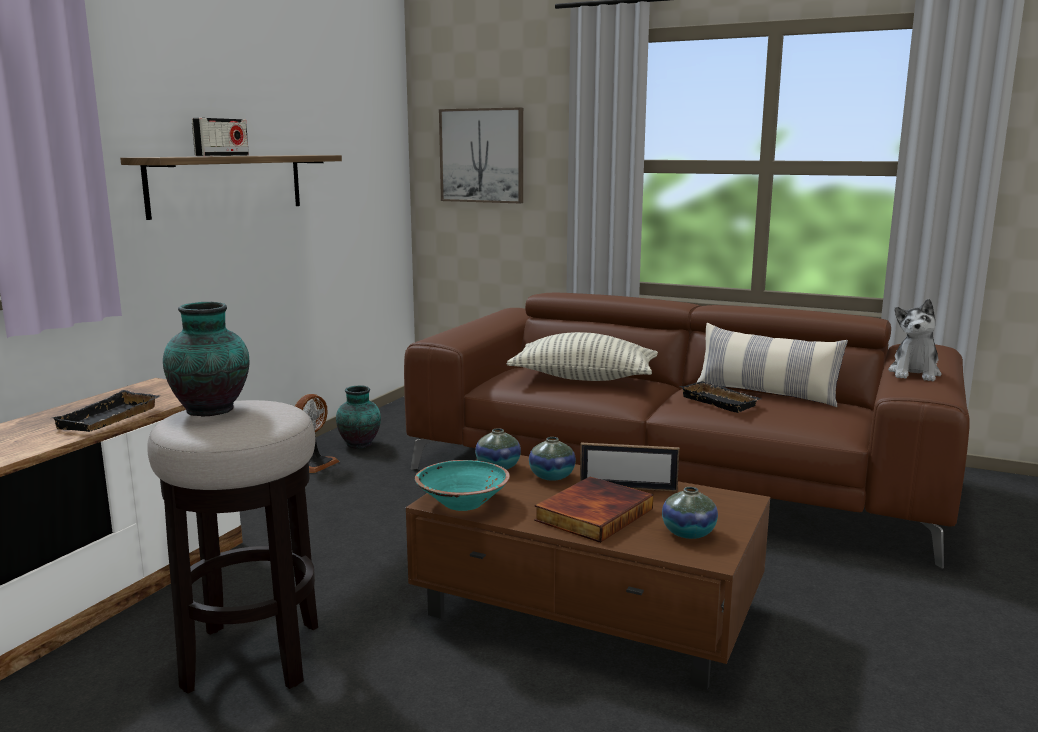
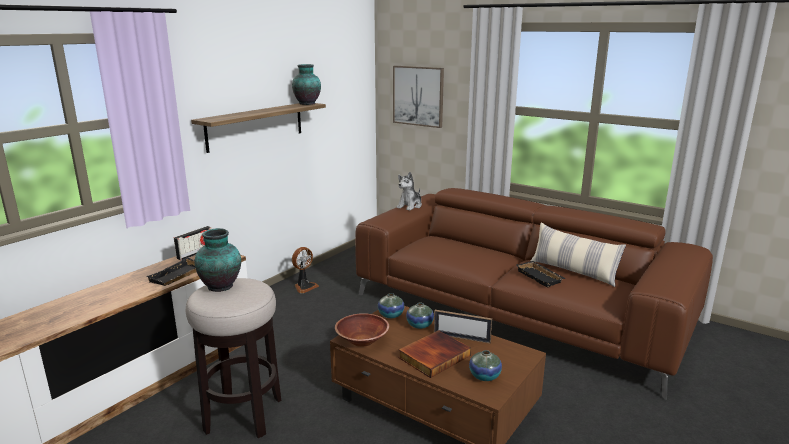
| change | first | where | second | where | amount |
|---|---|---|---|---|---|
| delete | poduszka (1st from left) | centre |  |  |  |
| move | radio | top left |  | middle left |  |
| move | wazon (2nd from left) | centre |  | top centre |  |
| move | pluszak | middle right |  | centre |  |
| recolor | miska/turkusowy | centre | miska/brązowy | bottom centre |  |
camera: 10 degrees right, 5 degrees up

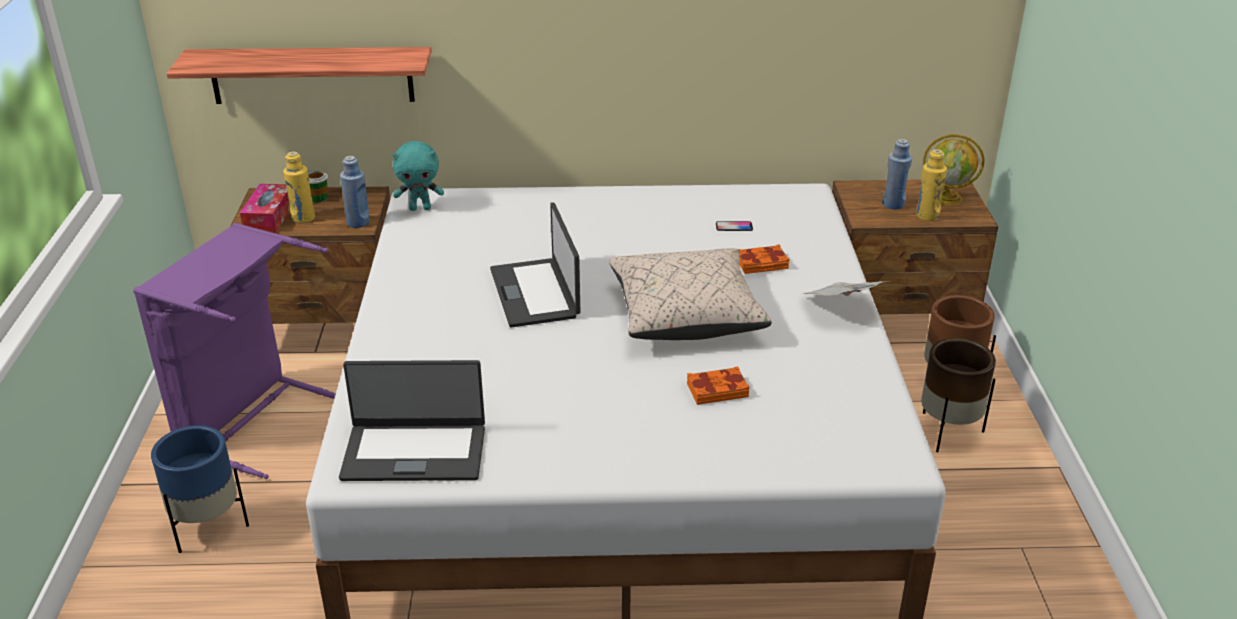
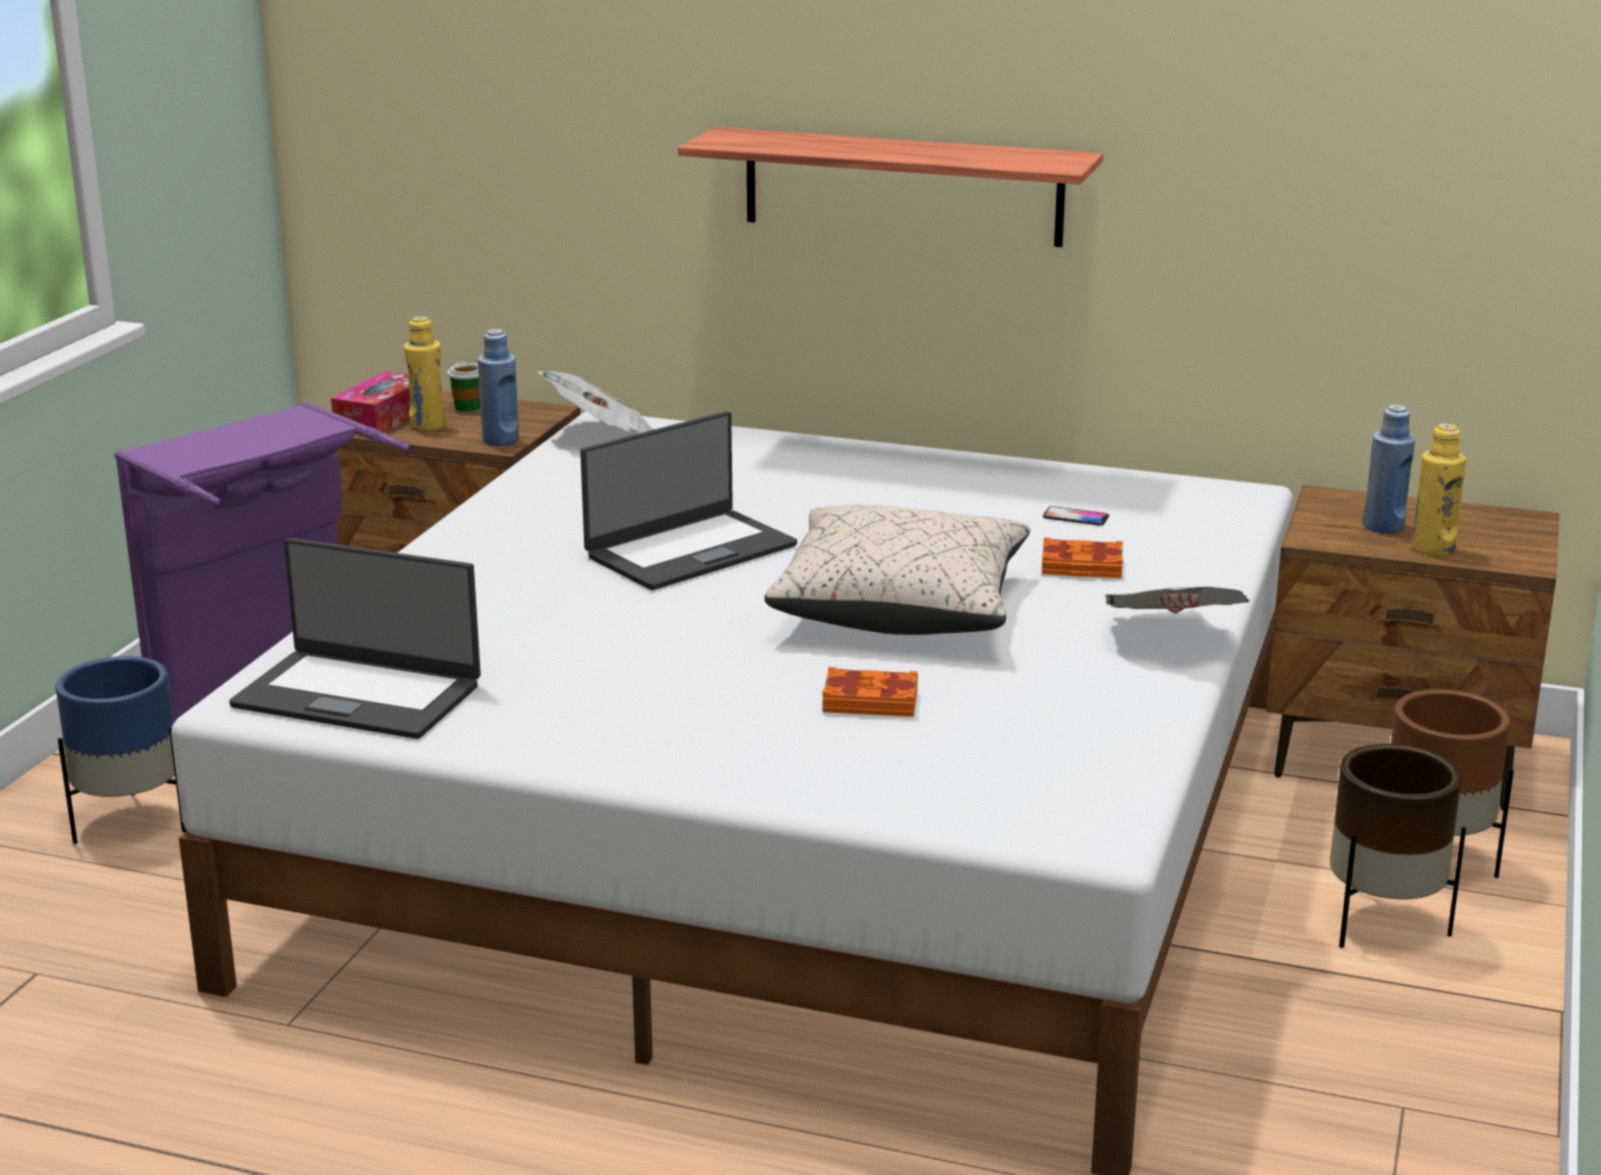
| change | first | where | second | where | amount |
|---|---|---|---|---|---|
| delete | globus | top right |  |  |  |
| move | półka | top left |  | top centre |  |
| replace | pluszak/turkusowy | top centre | gazeta (1st from left) | centre |  |
| rotate | laptop (2nd from left) | centre |  | centre | 135 degrees counterclockwise |
camera: 20 degrees right, 10 degrees down

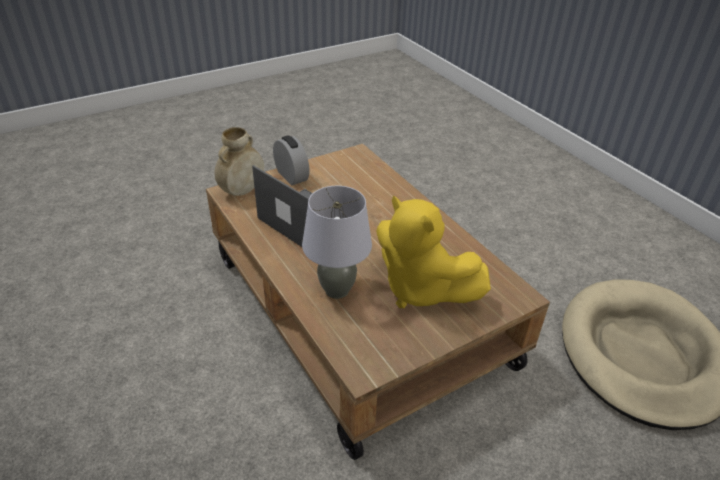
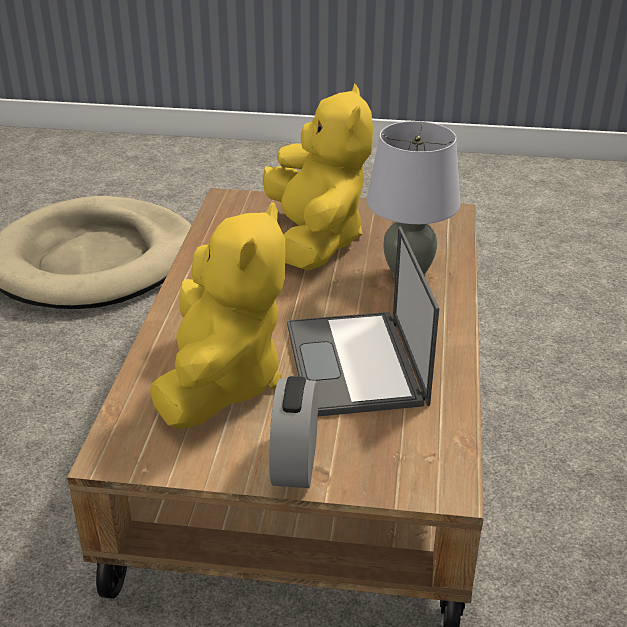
| change | first | where | second | where | amount |
|---|---|---|---|---|---|
| delete | wazon/beżowy | middle left |  |  |  |
| insert |  |  | pluszak/żółty (1st from left) | centre |  |
camera: 140 degrees left, 5 degrees down

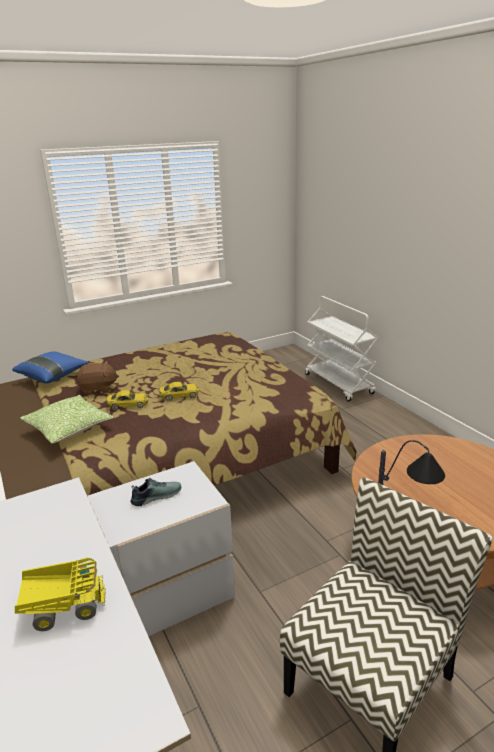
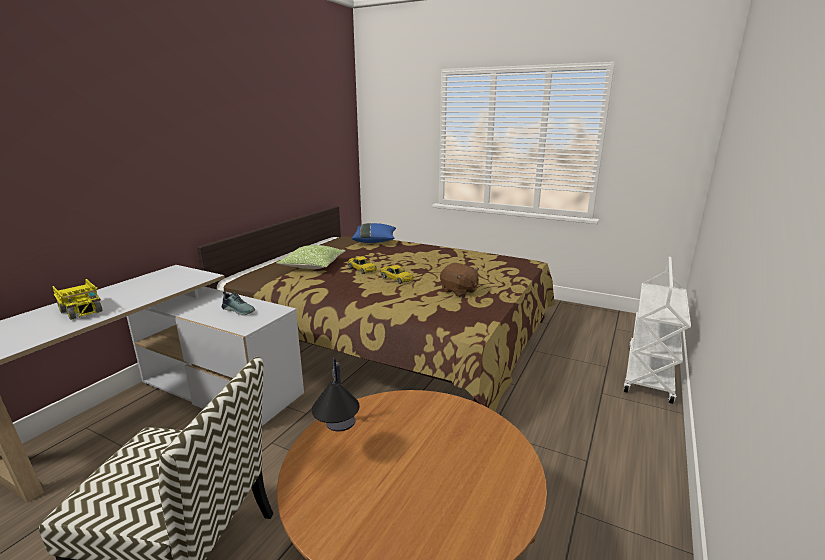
| change | first | where | second | where | amount |
|---|---|---|---|---|---|
| move | pluszak/brązowy | middle left |  | centre |  |
camera: 55 degrees right, 5 degrees down

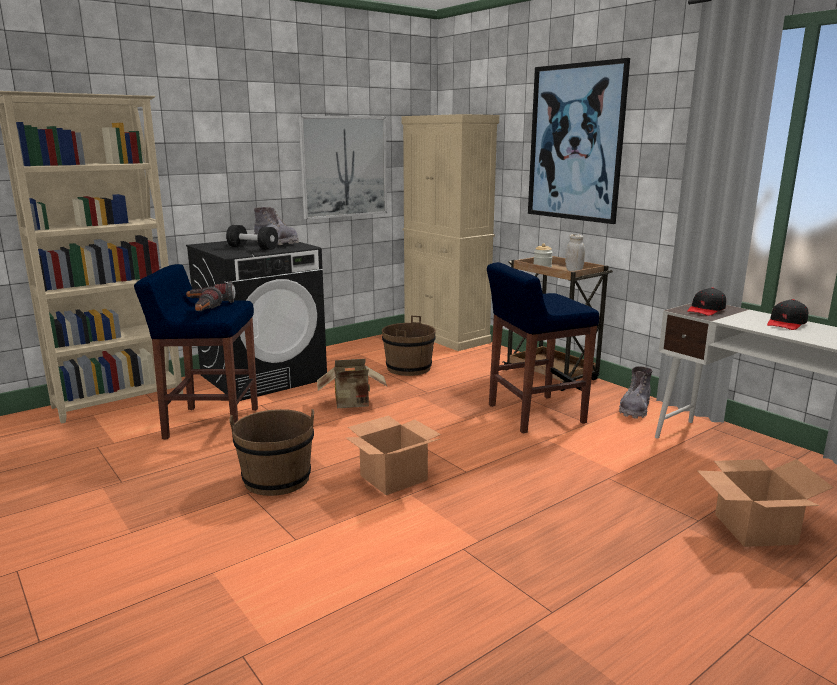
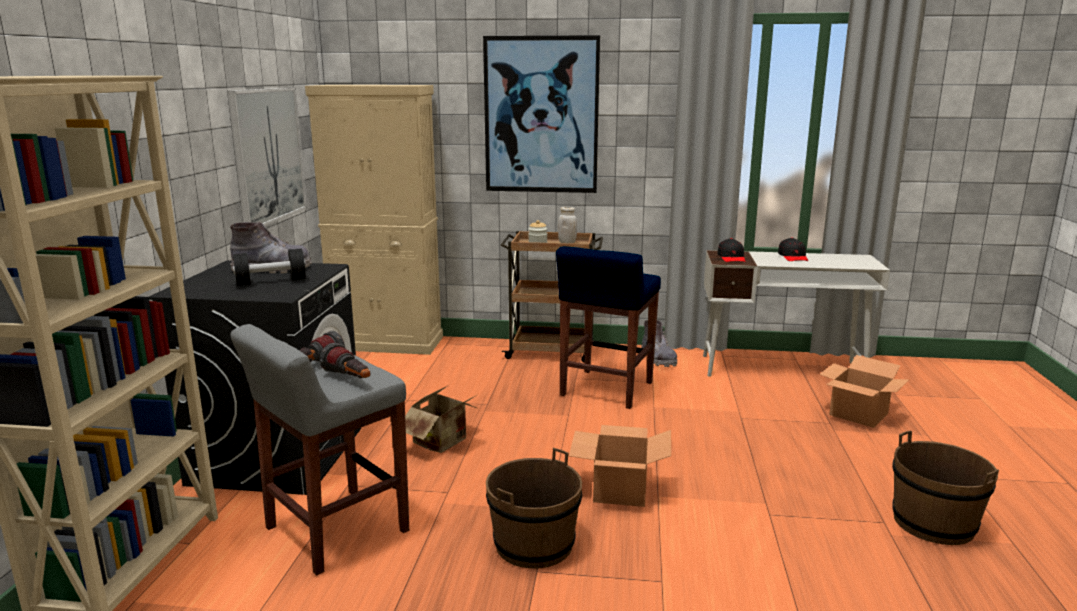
| change | first | where | second | where | amount |
|---|---|---|---|---|---|
| move | wiadro/brązowy (2nd from left) | centre |  | bottom right |  |
| recolor | stołek/niebieski (1st from left) | middle left | stołek/szary | bottom left |  |
camera: 45 degrees left, 0 degrees up

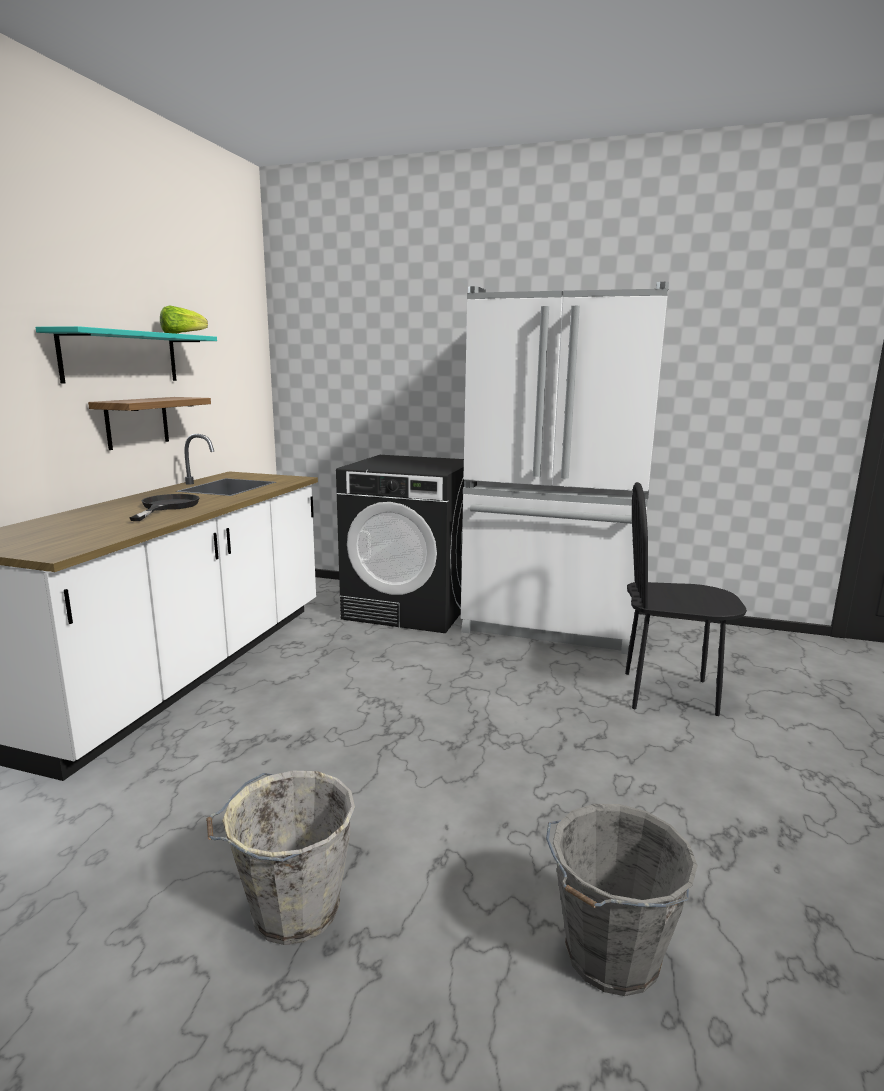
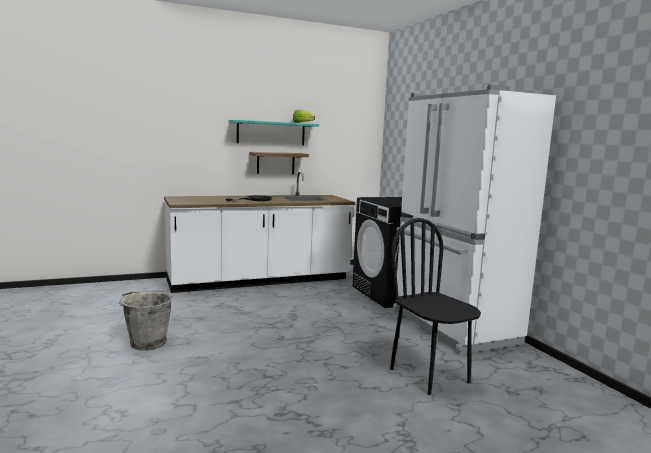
| change | first | where | second | where | amount |
|---|---|---|---|---|---|
| delete | wiadro/szary (2nd from left) | bottom right |  |  |  |
camera: 50 degrees right, 5 degrees down

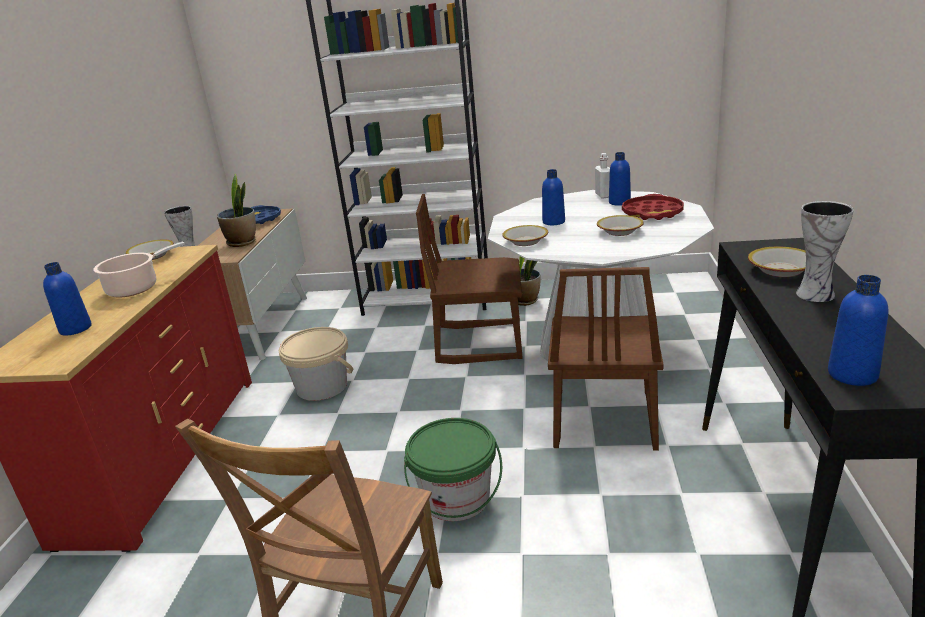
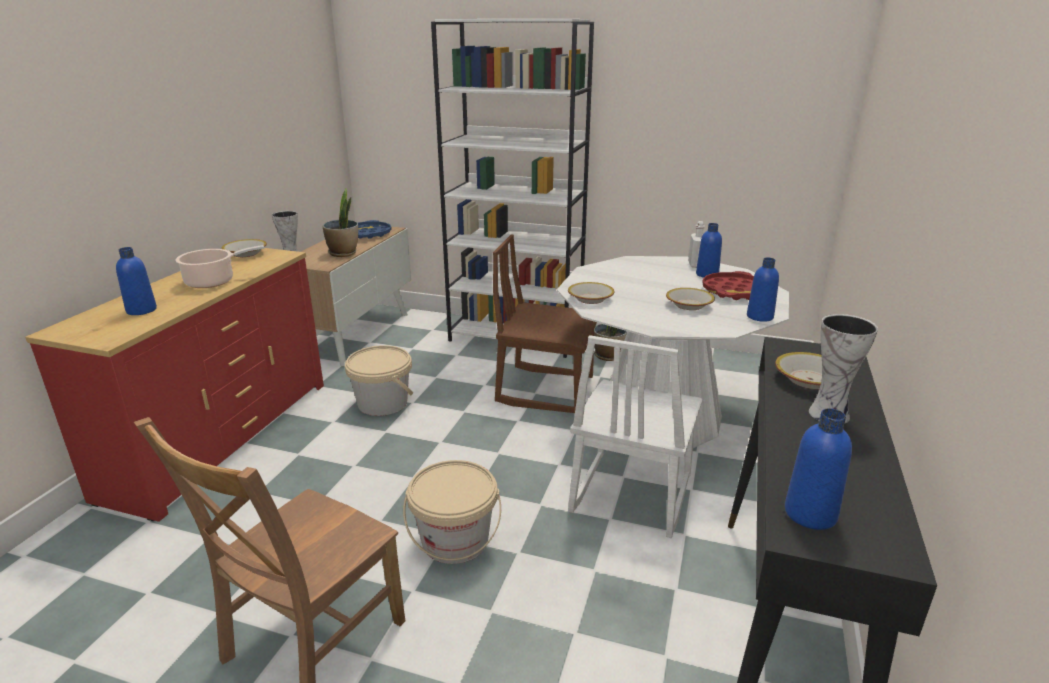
| change | first | where | second | where | amount |
|---|---|---|---|---|---|
| move | butelka/niebieski (2nd from left in the first image) | top centre | butelka/niebieski (3rd from left) | middle right |  |
| recolor | wiadro/zielony | bottom centre | wiadro/beżowy (2nd from left) | bottom centre |  |
| recolor | krzesło/brązowy (3rd from left) | centre | krzesło/biały | centre |  |
camera: 10 degrees right, 0 degrees up

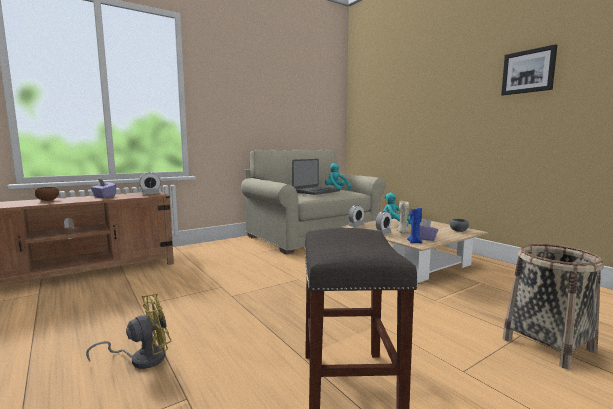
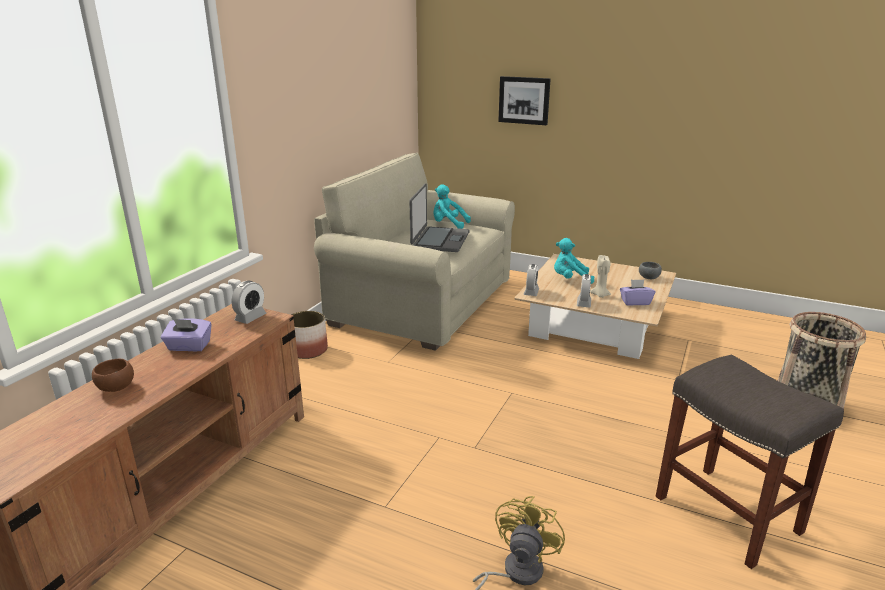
| change | first | where | second | where | amount |
|---|---|---|---|---|---|
| delete | świeca/niebieski | middle right |  |  |  |
| insert |  |  | donica | centre |  |
| move | obraz | top right |  | top centre |  |
camera: 30 degrees left, 15 degrees up

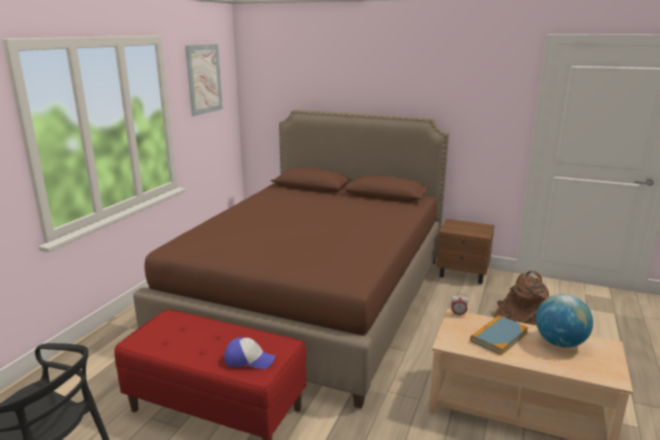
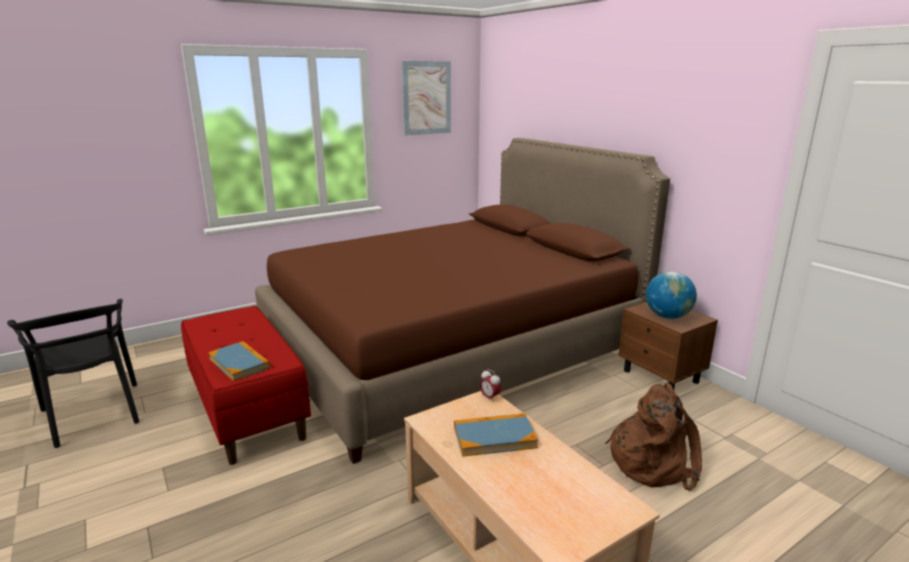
| change | first | where | second | where | amount |
|---|---|---|---|---|---|
| move | globus | bottom right |  | middle right |  |
| replace | czapka z daszkiem | bottom centre | książka (1st from left) | middle left |  |
camera: 35 degrees right, 0 degrees up

